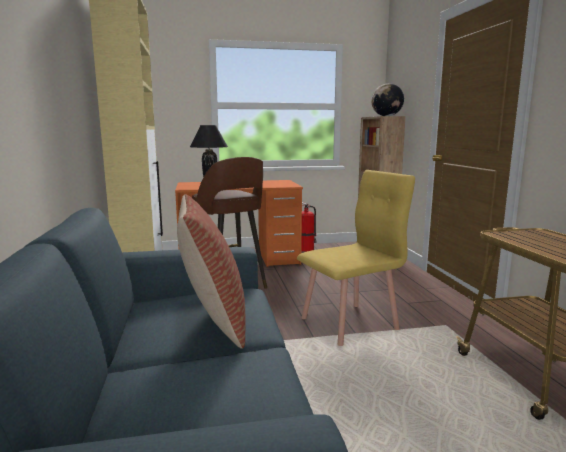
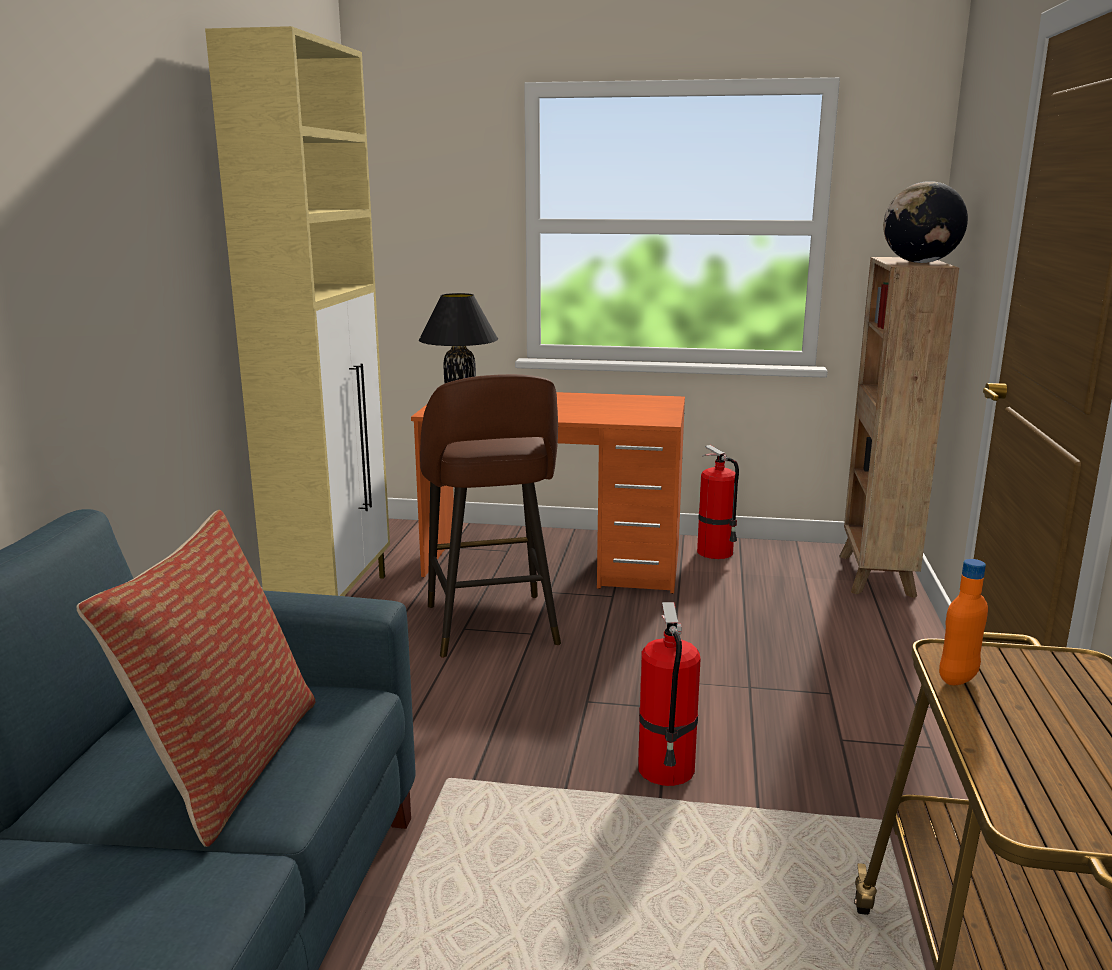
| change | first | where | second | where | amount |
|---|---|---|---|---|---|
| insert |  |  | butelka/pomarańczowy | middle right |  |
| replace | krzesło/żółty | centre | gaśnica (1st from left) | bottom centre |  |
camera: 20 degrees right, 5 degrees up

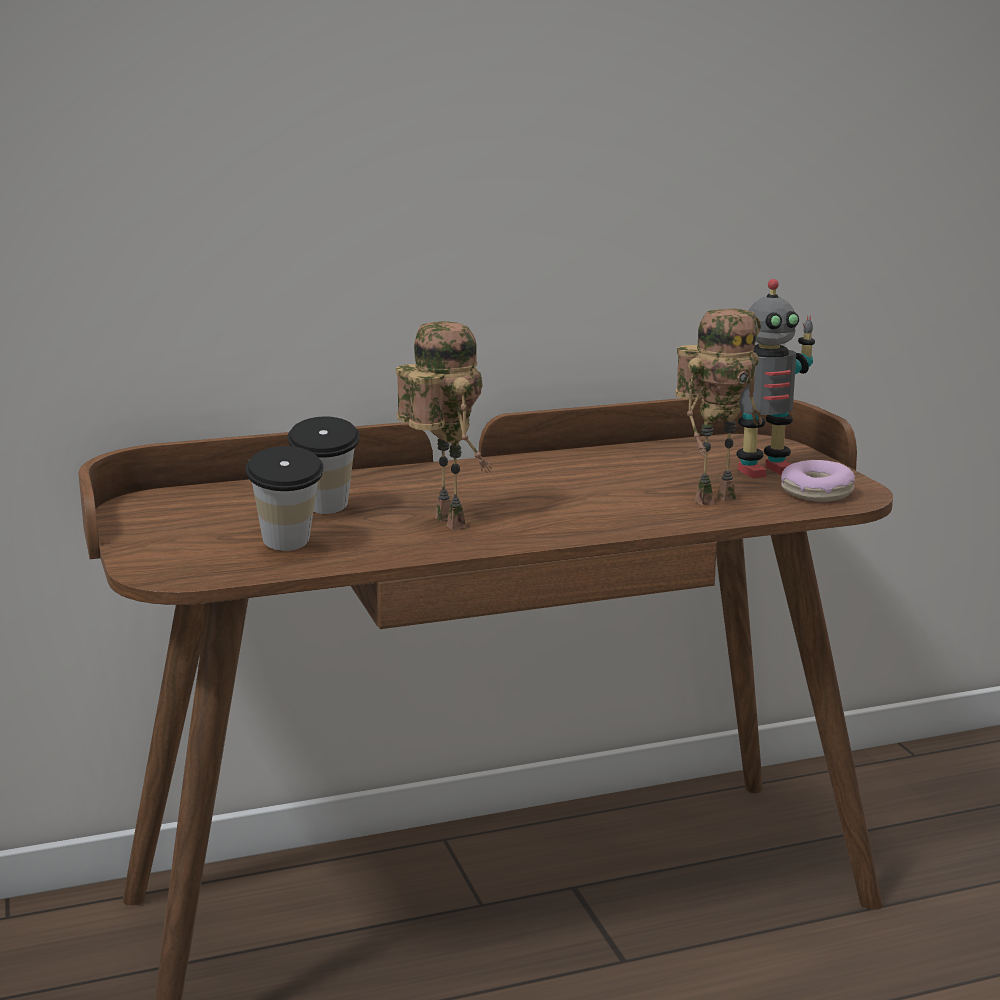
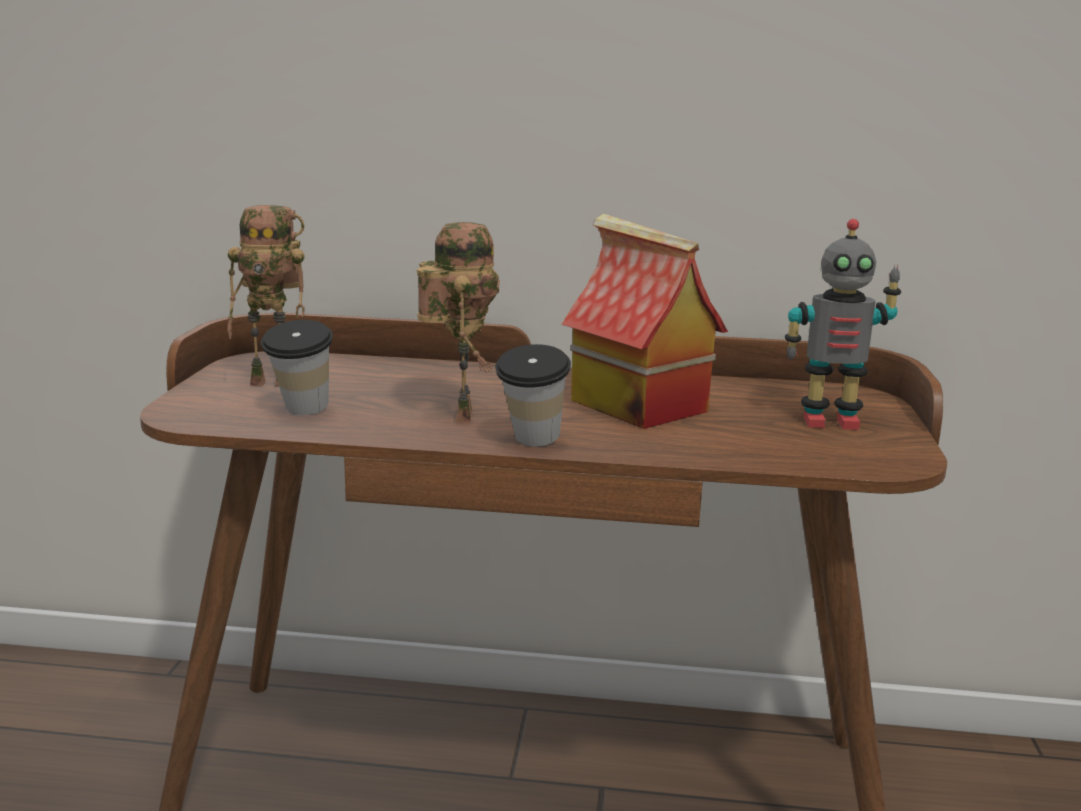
| change | first | where | second | where | amount |
|---|---|---|---|---|---|
| delete | donut | middle right |  |  |  |
| insert |  |  | domek | centre |  |
| move | filiżanka (2nd from left) | middle left |  | centre |  |
| move | robot zabawkowy (2nd from left in the first image) | middle right | robot zabawkowy (1st from left) | middle left |  |
camera: 25 degrees right, 0 degrees up

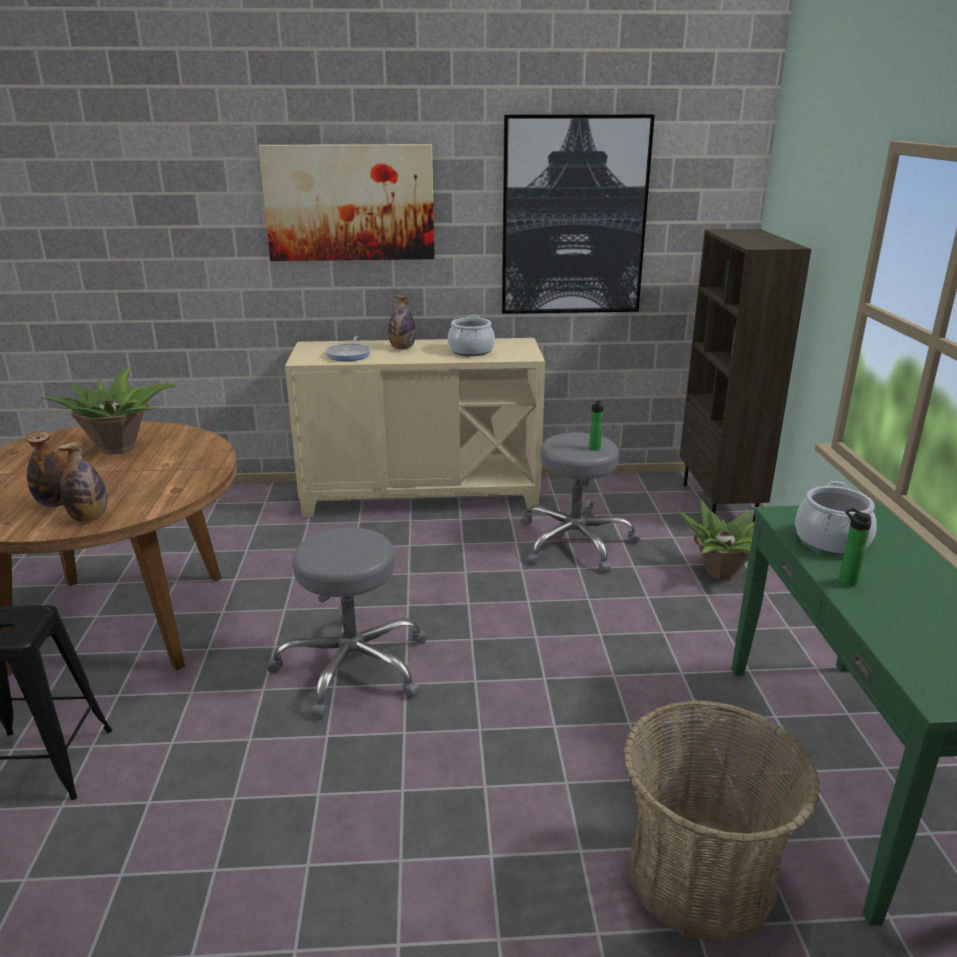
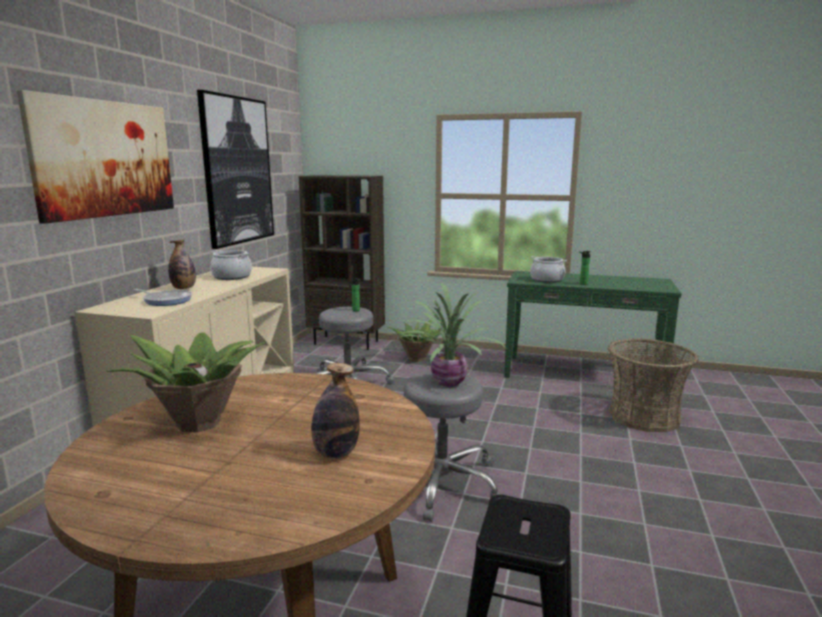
| change | first | where | second | where | amount |
|---|---|---|---|---|---|
| delete | butelka (2nd from left) | middle left |  |  |  |
| insert |  |  | roślina doniczkowa (3rd from left) | centre |  |
camera: 70 degrees left, 10 degrees down

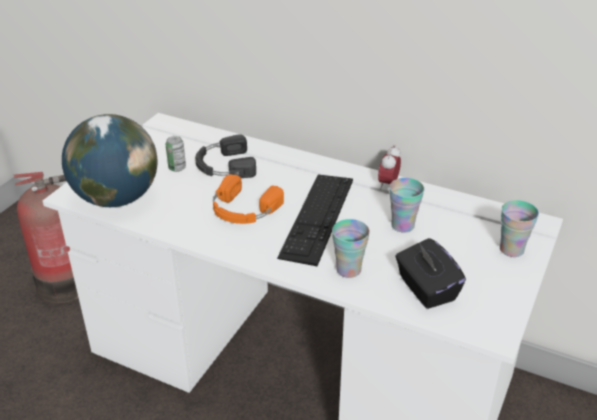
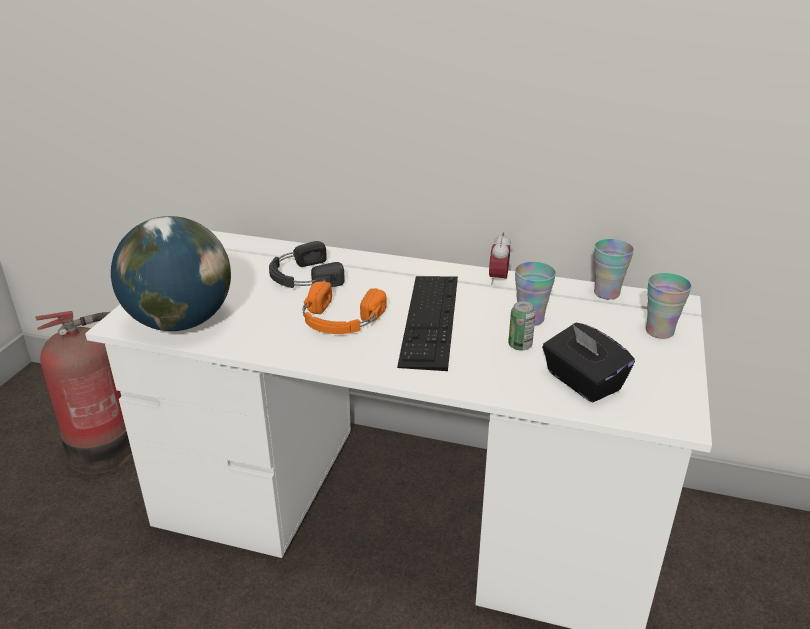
| change | first | where | second | where | amount |
|---|---|---|---|---|---|
| move | puszka | middle left |  | centre |  |
| move | filiżanka (1st from left in the first image) | centre | filiżanka (2nd from left) | middle right |  |
camera: 10 degrees left, 5 degrees down

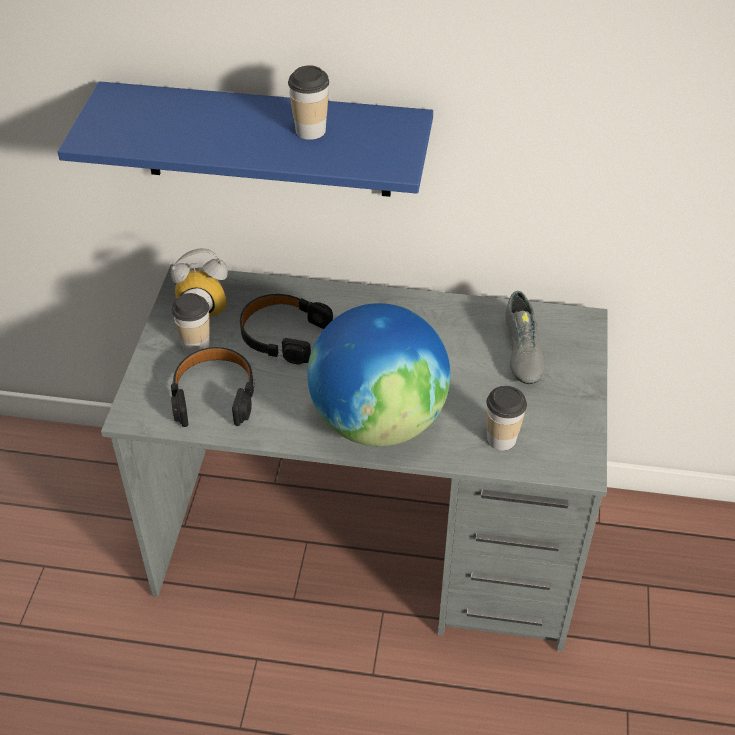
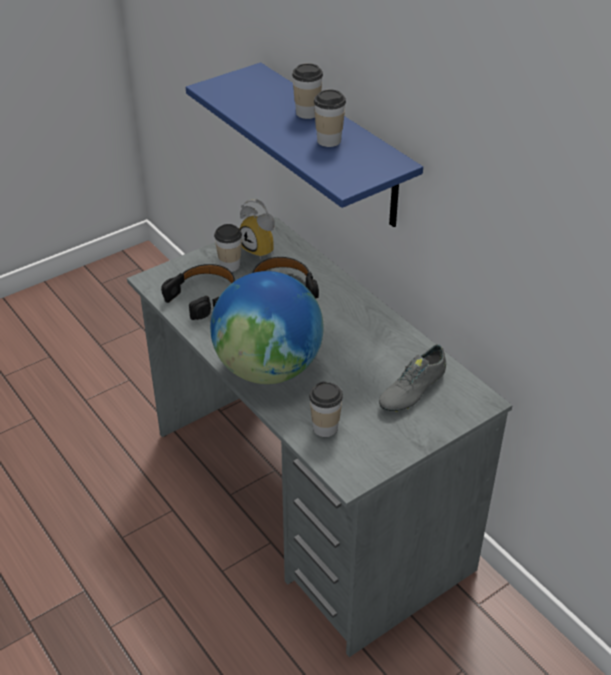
| change | first | where | second | where | amount |
|---|---|---|---|---|---|
| insert |  |  | filiżanka (2nd from left) | top centre |  |
camera: 45 degrees right, 5 degrees down

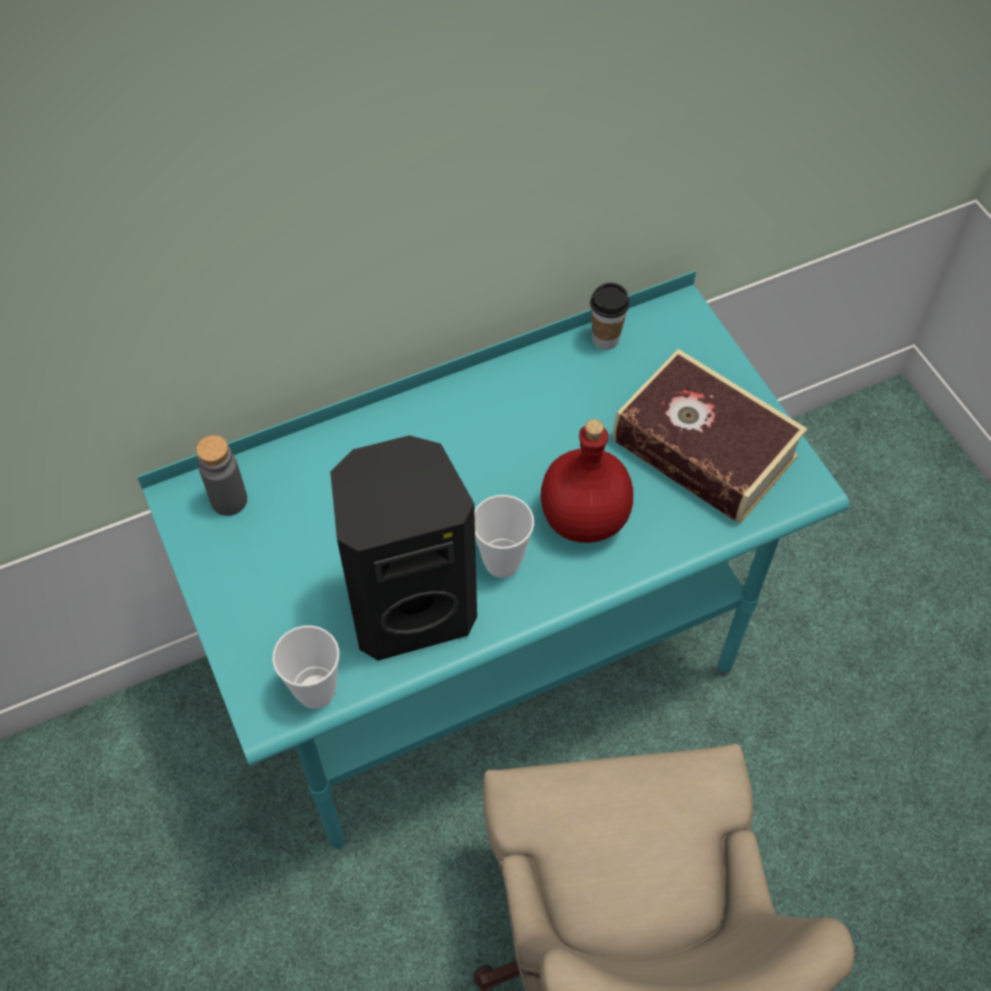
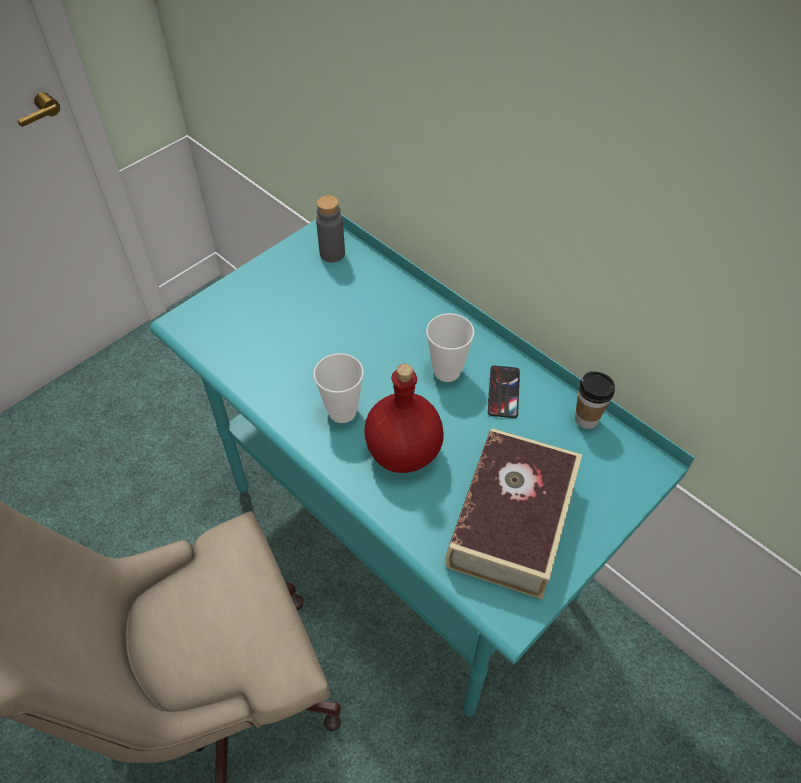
| change | first | where | second | where | amount |
|---|---|---|---|---|---|
| delete | głośnik/czarny | centre |  |  |  |
| insert |  |  | telefon | centre |  |
| move | filiżanka (1st from left in the first image) | bottom left | filiżanka (2nd from left) | centre |  |
camera: 70 degrees right, 5 degrees down

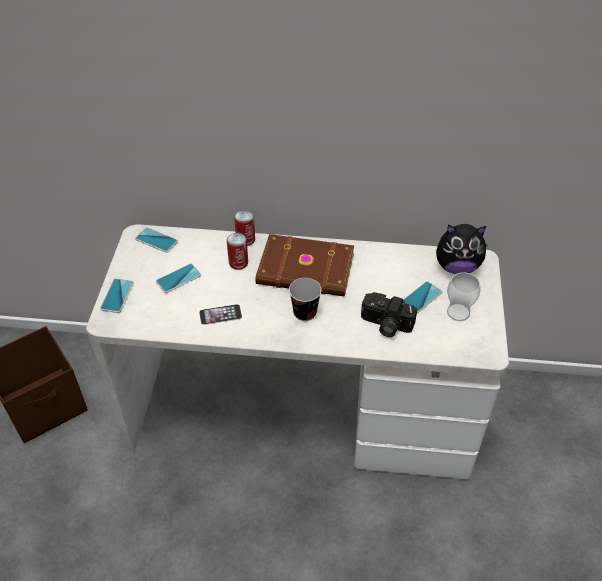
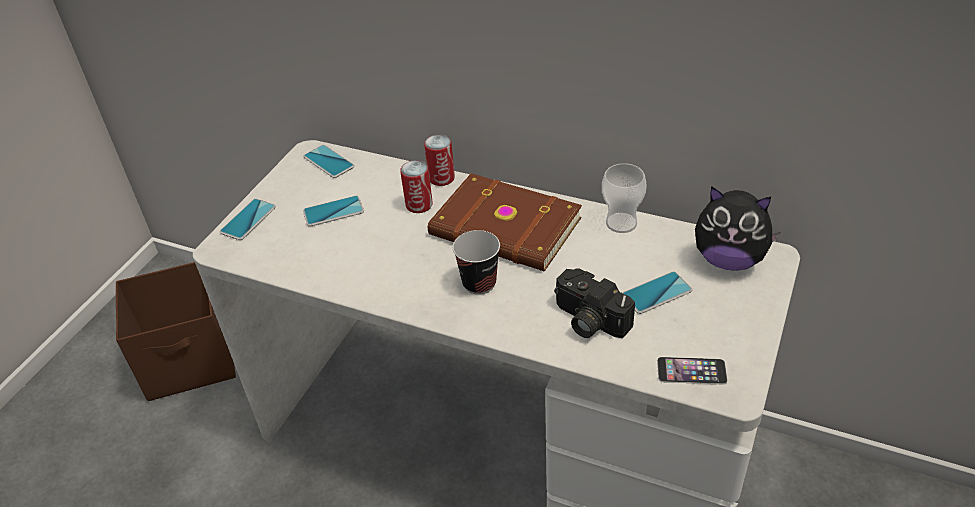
| change | first | where | second | where | amount |
|---|---|---|---|---|---|
| move | telefon (4th from left in the first image) | centre | telefon (5th from left) | bottom right |  |
| move | filiżanka (2nd from left) | middle right |  | centre |  |
camera: 20 degrees right, 5 degrees down

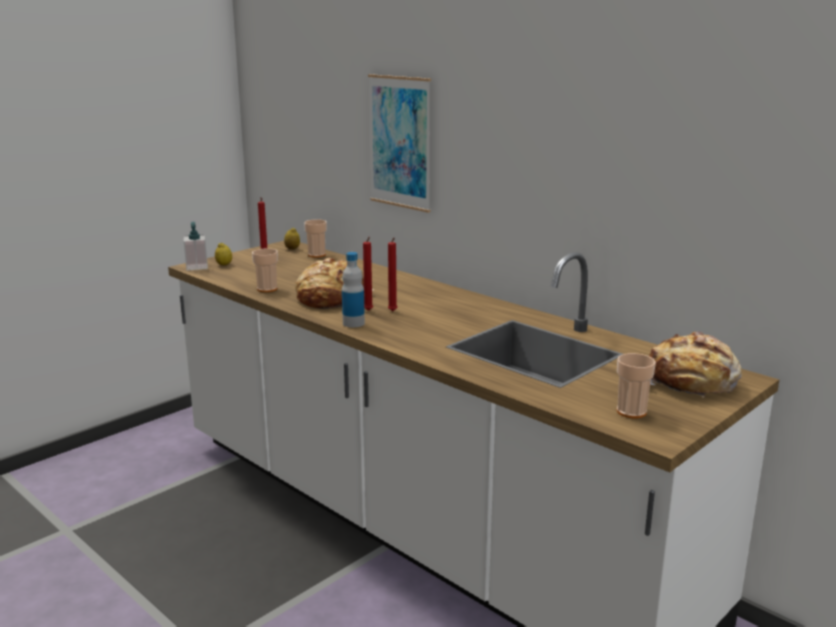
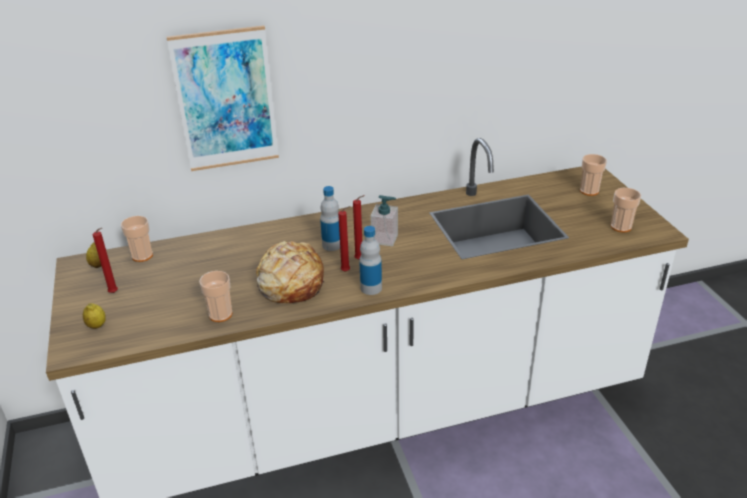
| change | first | where | second | where | amount |
|---|---|---|---|---|---|
| insert |  |  | butelka (1st from left) | centre |  |
| move | dozownik mydła | middle left |  | centre |  |
| replace | chleb (2nd from left) | middle right | filiżanka (3rd from left) | middle right |  |
camera: 60 degrees left, 15 degrees up

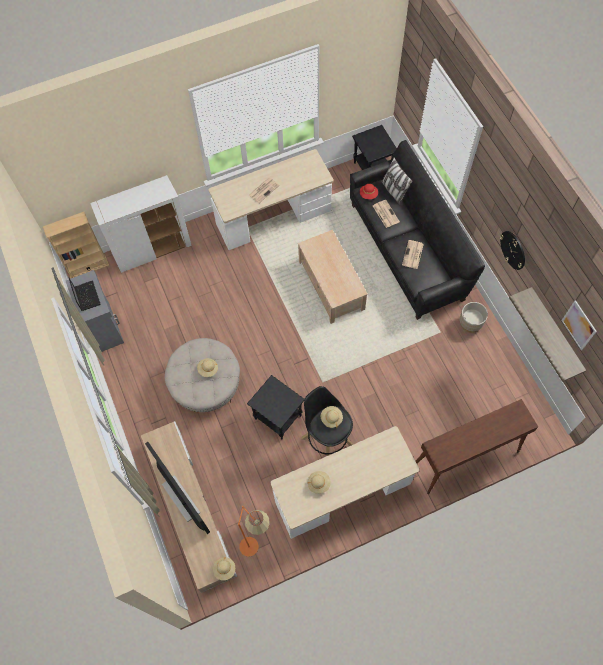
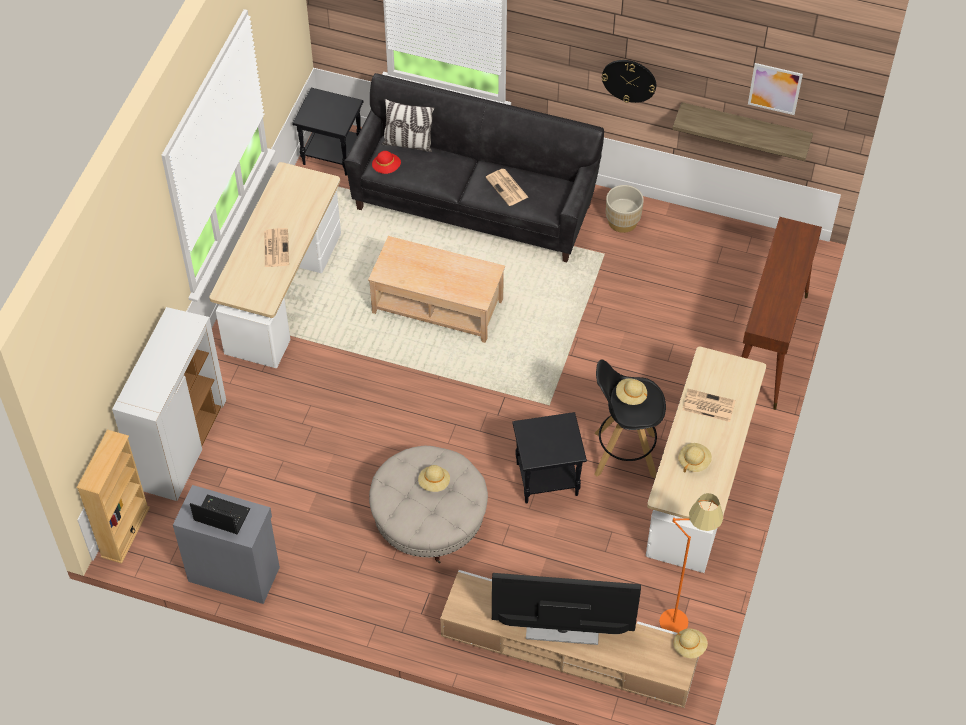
| change | first | where | second | where | amount |
|---|---|---|---|---|---|
| move | gazeta (2nd from left in the first image) | top centre | gazeta (3rd from left) | middle right |  |
camera: 50 degrees left, 10 degrees down

